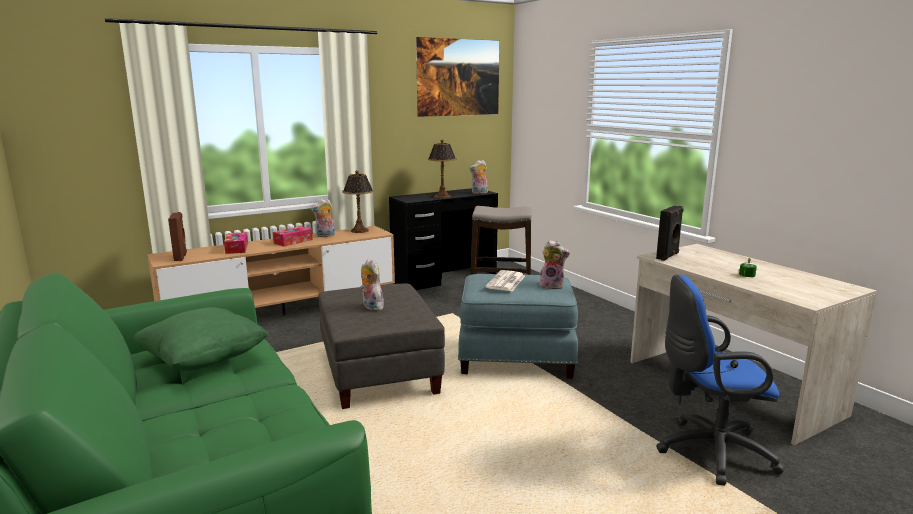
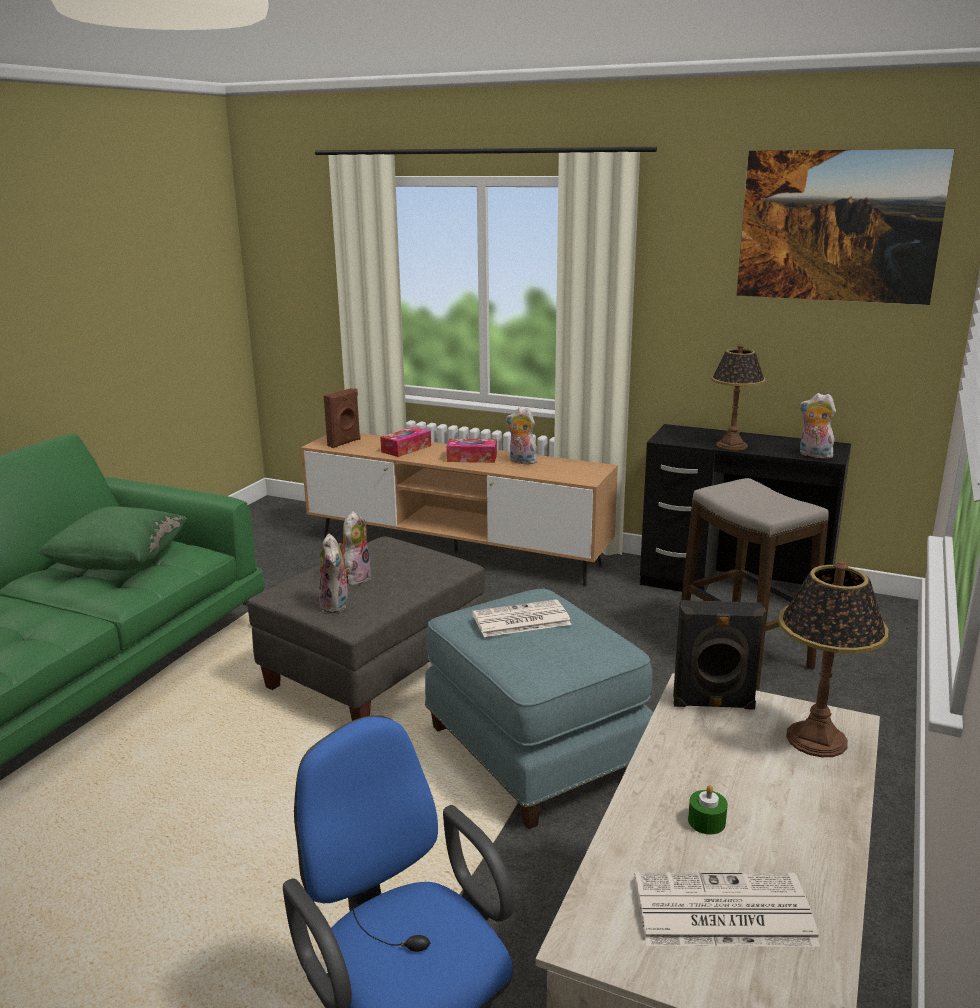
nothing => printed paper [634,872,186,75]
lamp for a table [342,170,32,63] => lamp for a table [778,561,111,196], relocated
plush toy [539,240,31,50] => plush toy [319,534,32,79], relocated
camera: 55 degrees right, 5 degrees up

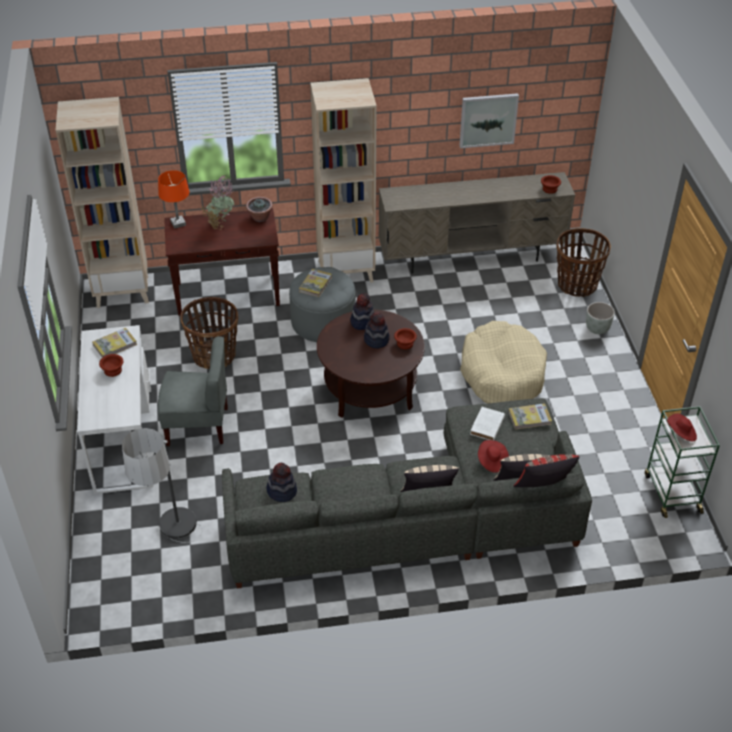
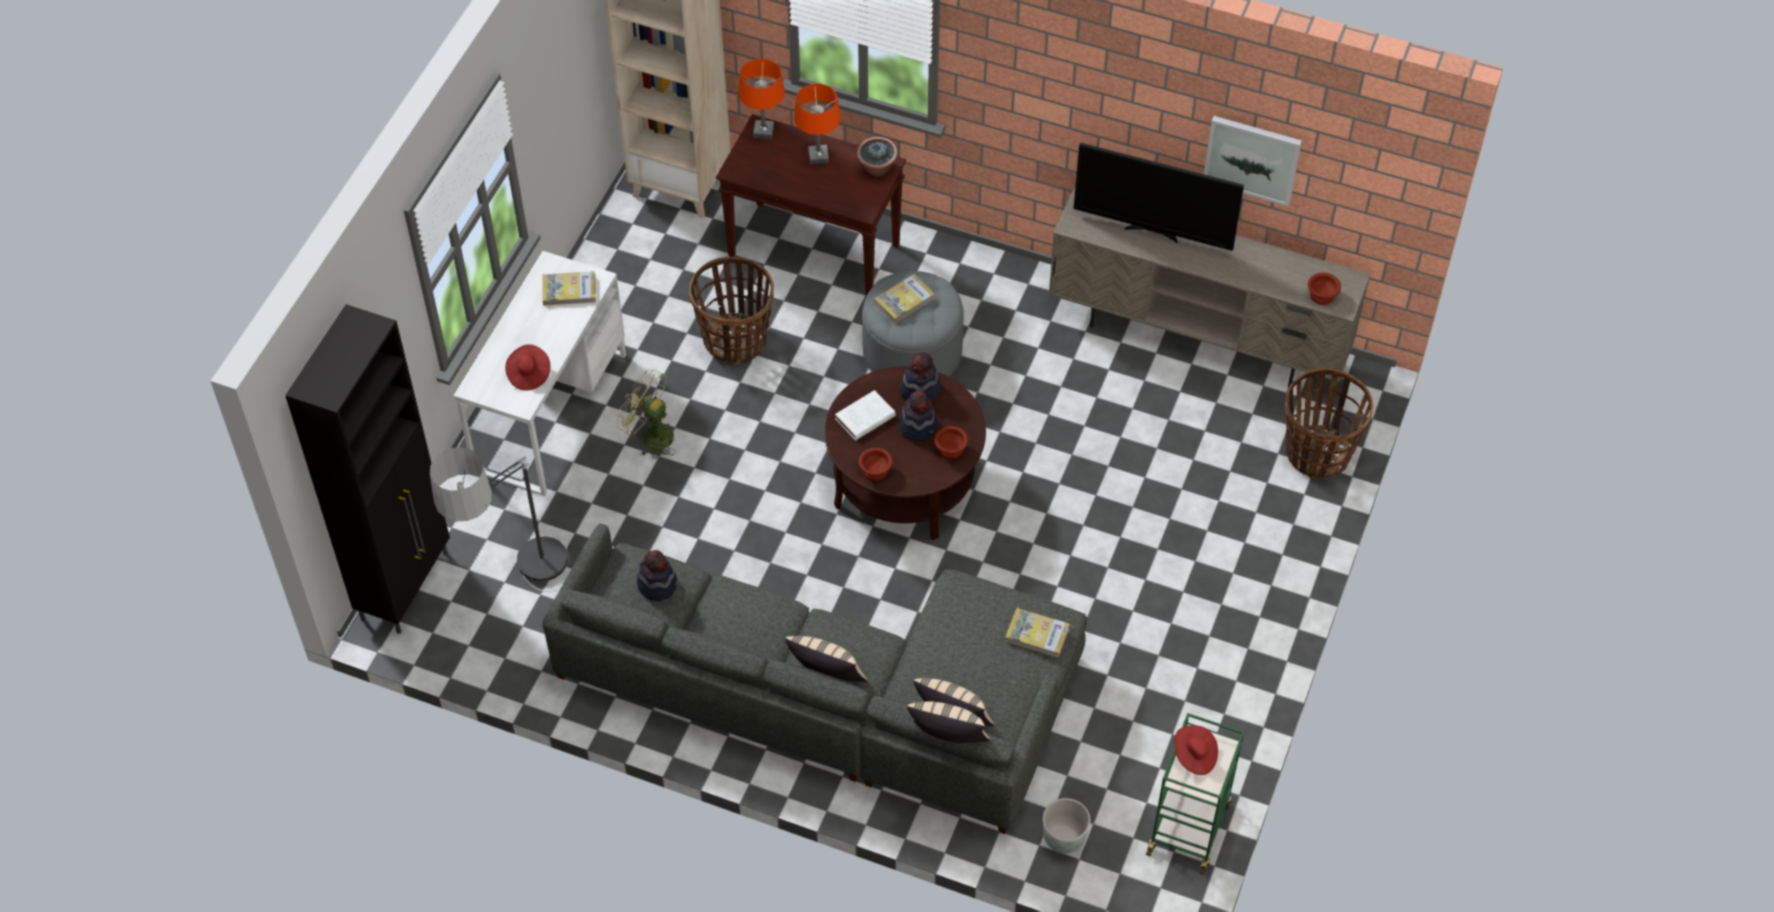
bookcase in beige-coloured [310,78,67,205] => nothing
dog cushion in beige-coloured [460,321,87,82] => nothing
nothing => storage cabinet in black-coloured [285,304,165,330]
nothing => TV [1074,143,170,108]
serving bowl in brown [99,354,24,23] => serving bowl in brown [859,448,34,33], relocated
book in white-coloured [470,407,35,33] => book in white-coloured [835,390,61,51], relocated
hat in reddish [478,440,31,33] => hat in reddish [505,344,46,47], relocated
flower pot in greyish [586,302,29,32] => flower pot in greyish [1043,798,48,56], relocated
upright chair in greyish [158,336,70,110] => cooling fan in green-coloured [617,369,59,90]
houseplant [201,175,33,55] => lamp for a table in orangey [794,84,47,80]
pillow in reddish [514,454,65,33] => pillow in beige-coloured [907,701,83,42]
camera: 30 degrees right, 10 degrees up

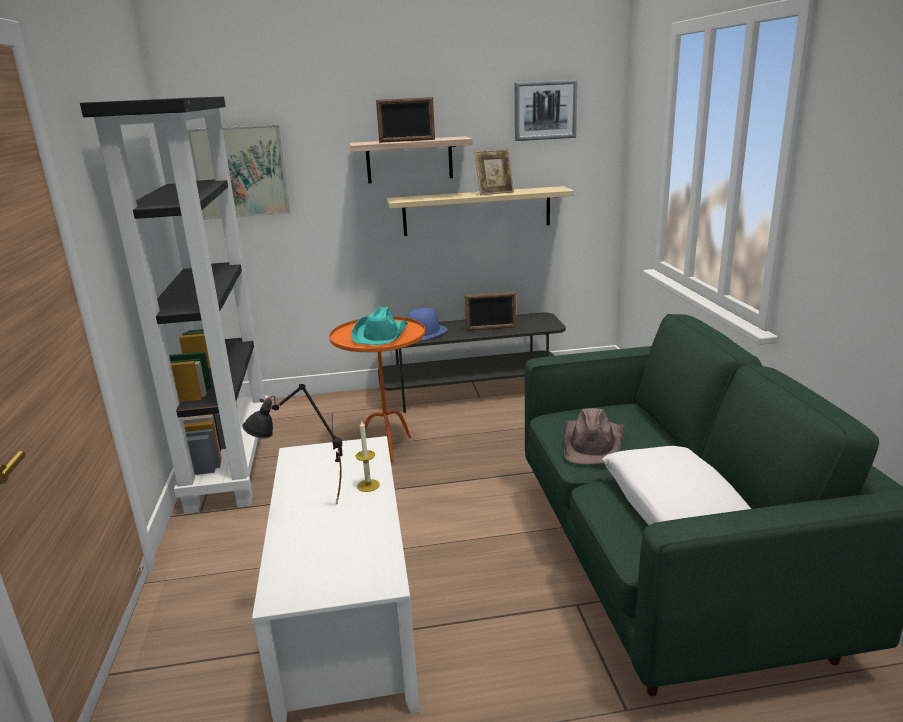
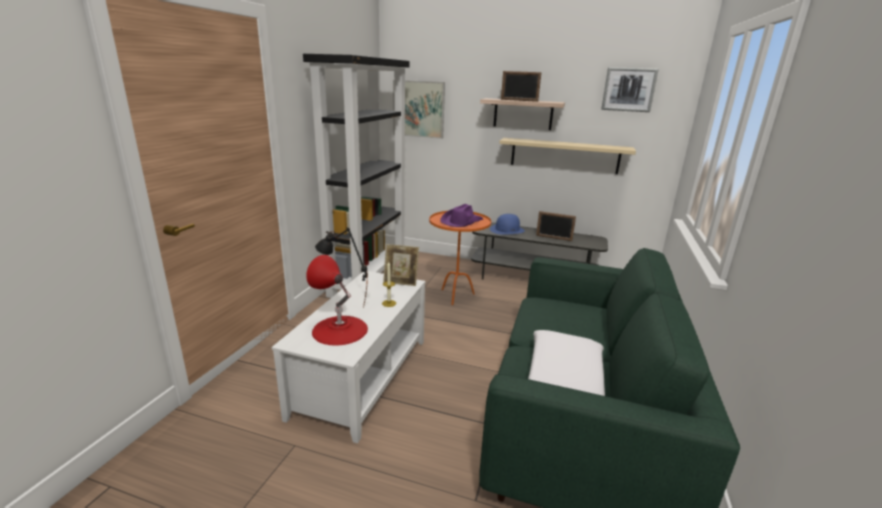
hat in brown [564,408,61,56] => nothing
nothing => lamp for a table in reddish [306,255,62,91]
standing frame [475,149,39,46] => standing frame [383,244,36,42], relocated
hat in turquoise-coloured [351,307,57,38] => hat in purplish [441,204,42,23]
camera: 25 degrees right, 0 degrees up

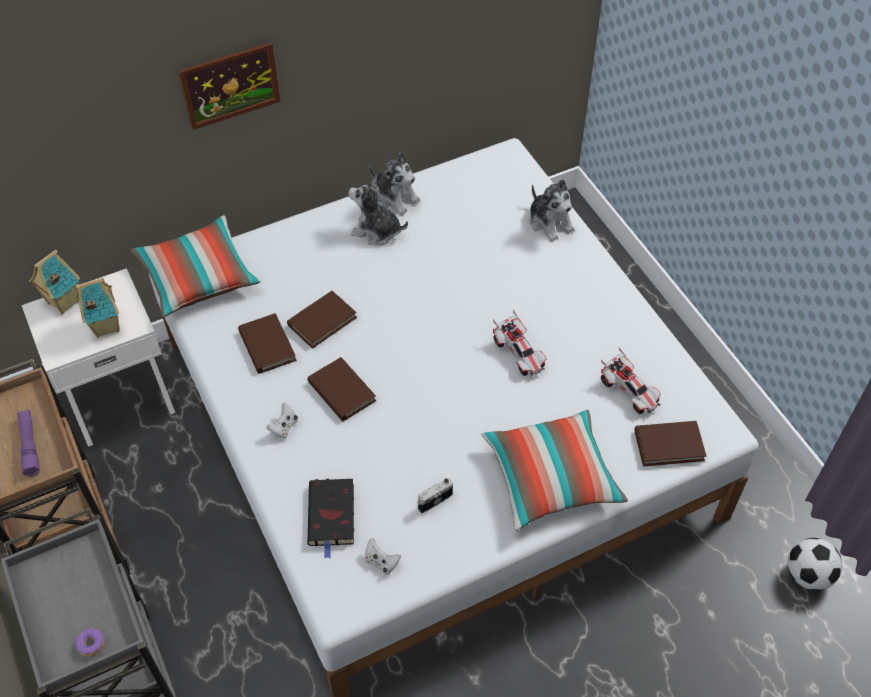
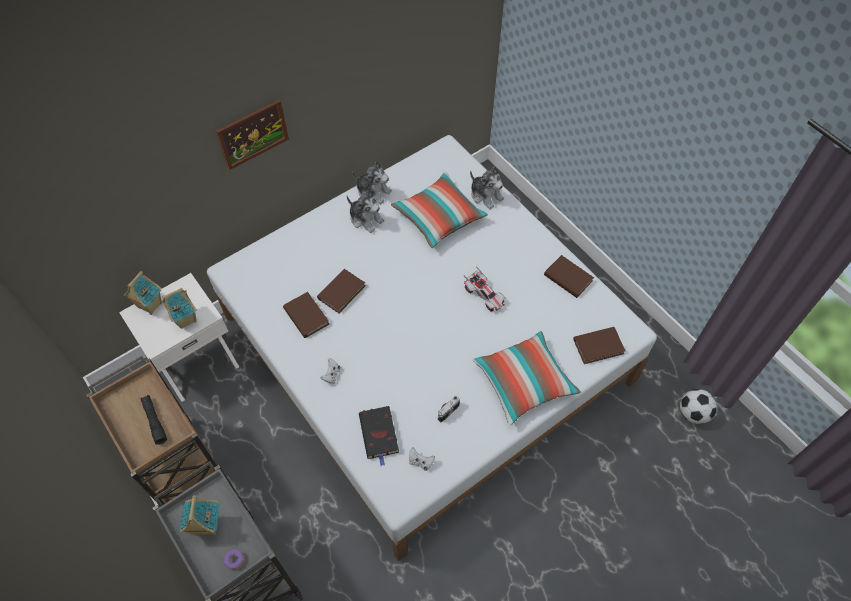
miniature car [601,347,60,67] => nothing
nothing => toy house [179,495,41,41]
pillow [130,215,131,102] => pillow [391,172,97,76], relocated
book in brown [307,357,69,64] => book in brown [544,255,50,43], relocated
flashlight in purplish [17,409,23,68] => flashlight in black-coloured [141,395,26,50]
plush toy [348,176,60,69] => plush toy [347,190,38,43], 150 degrees counterclockwise
camera: 10 degrees left, 5 degrees up

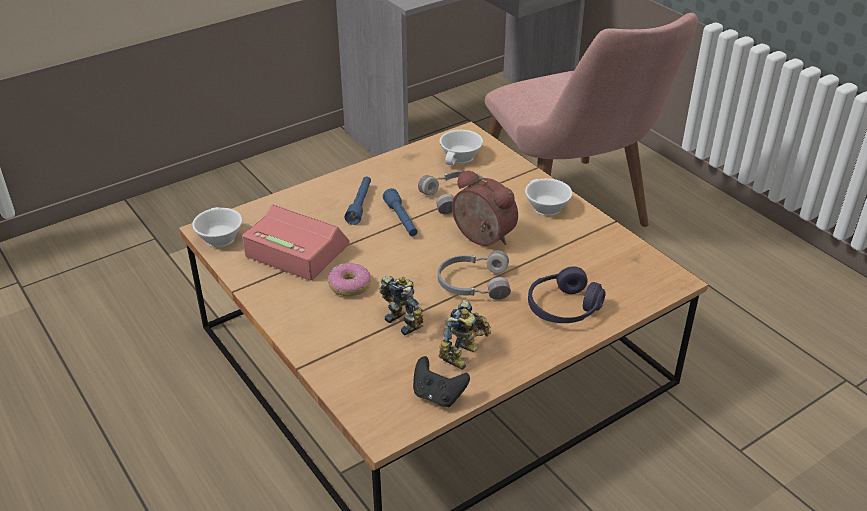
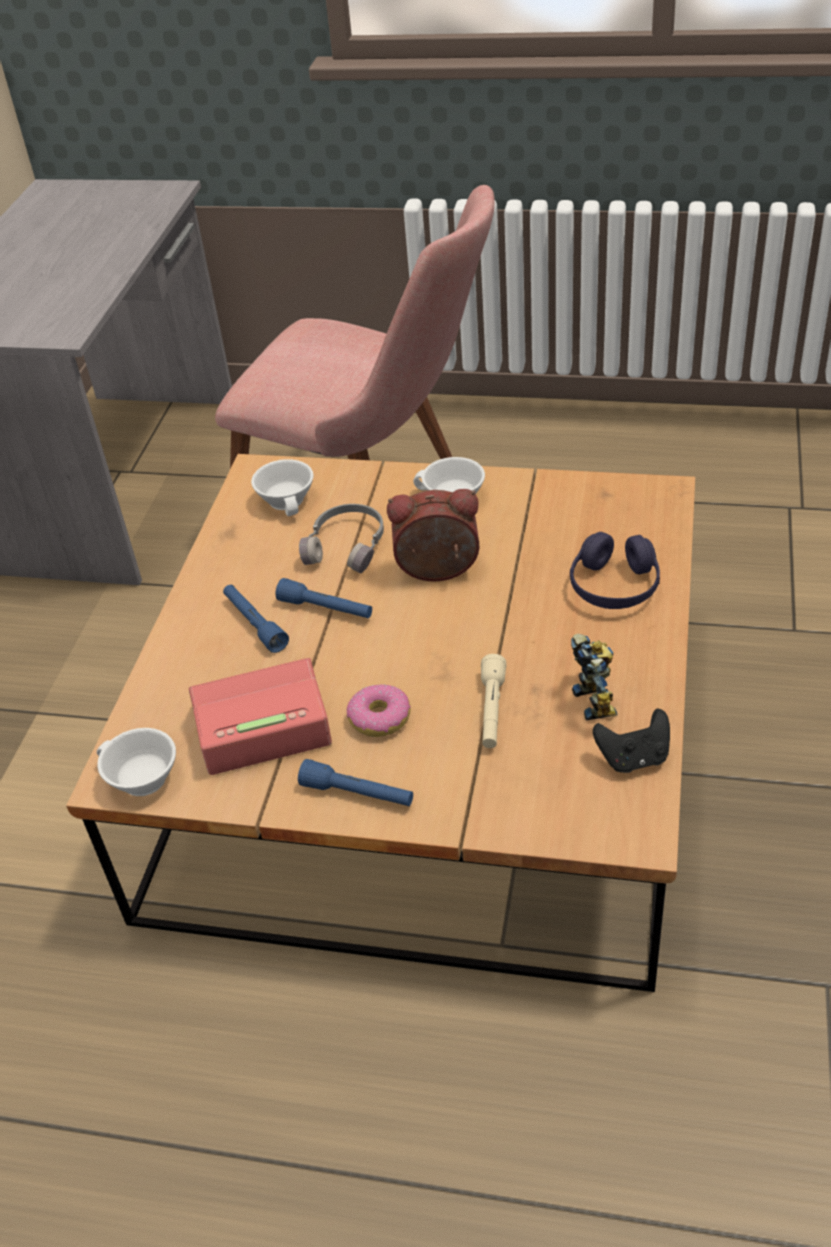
headphones in greyish [438,250,73,50] => nothing
nothing => flashlight in blue-coloured [298,759,115,47]
robot figure [379,276,44,60] => flashlight in beige-coloured [481,654,25,94]
camera: 40 degrees left, 5 degrees up

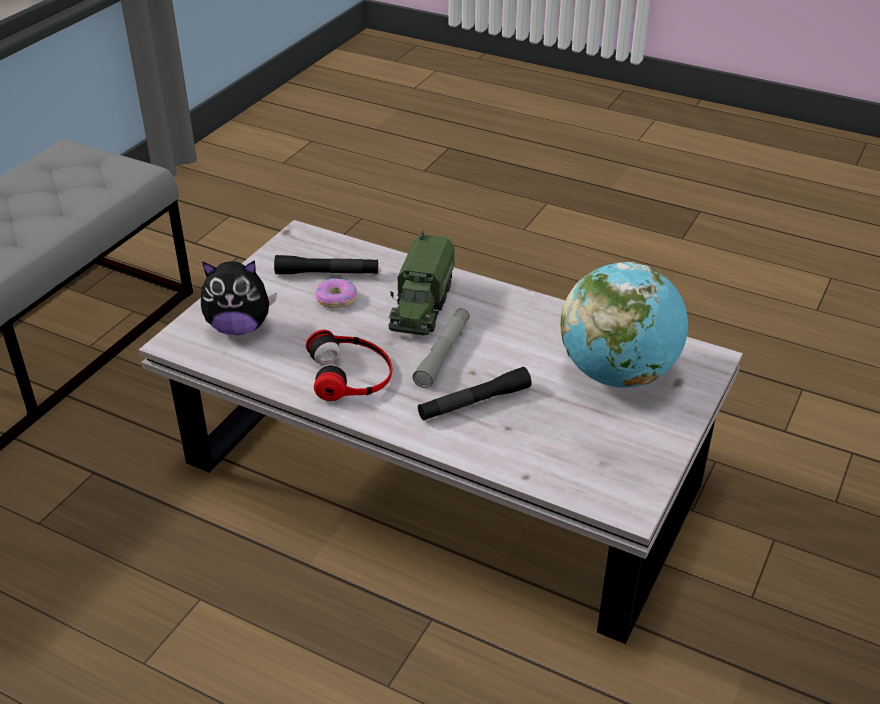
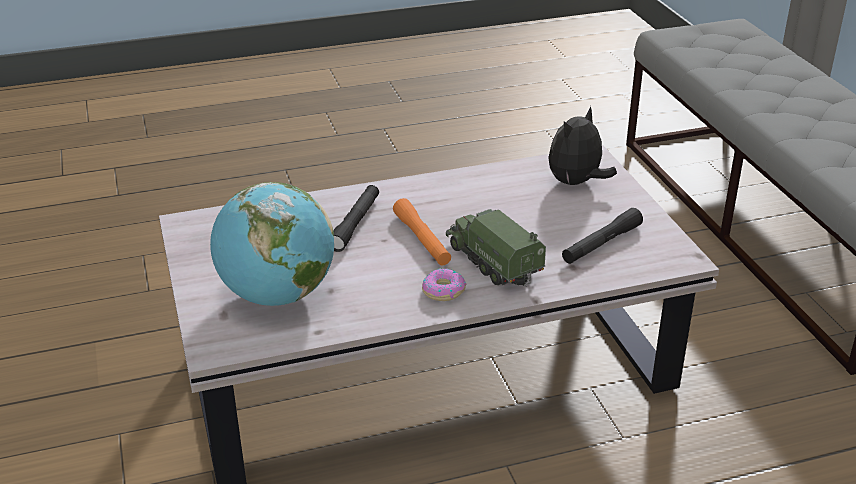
headphones [306,330,87,71] => nothing
donut [315,278,42,30] => donut [422,269,45,32], relocated
flashlight in greyish [413,308,57,80] => flashlight in orangey [393,198,58,67]
camera: 135 degrees right, 5 degrees down

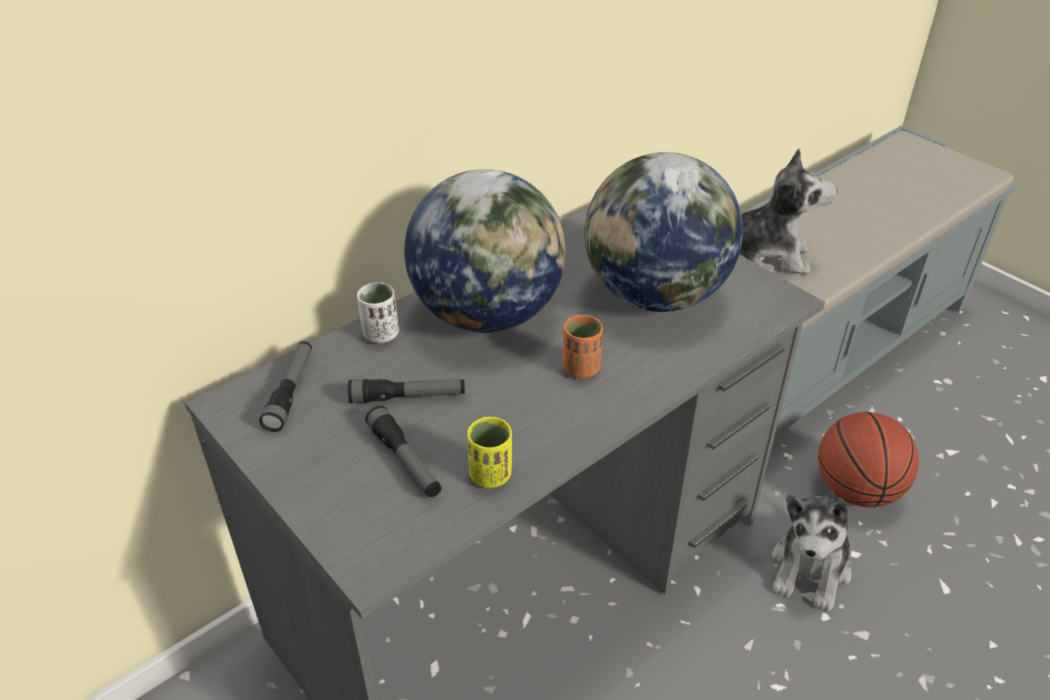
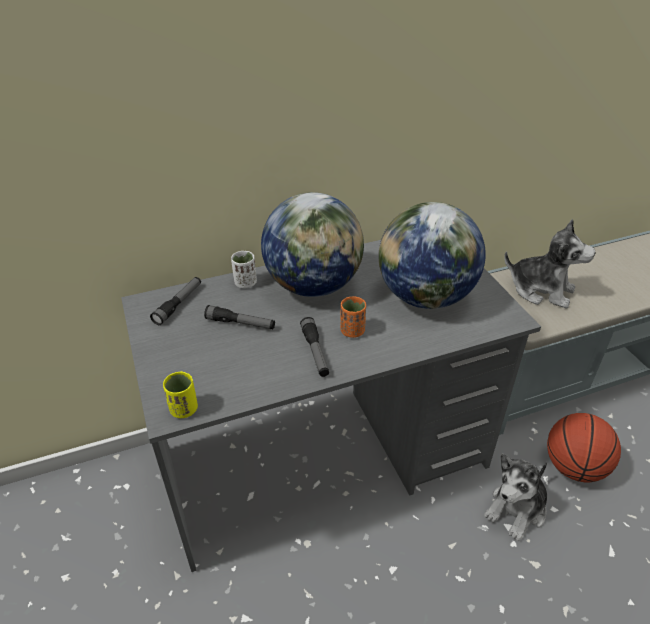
flashlight [365,406,76,91] => flashlight [300,317,29,60], relocated
cup in yellow-coloured [467,417,45,71] => cup in yellow-coloured [163,371,35,47], relocated
camera: 20 degrees right, 0 degrees up

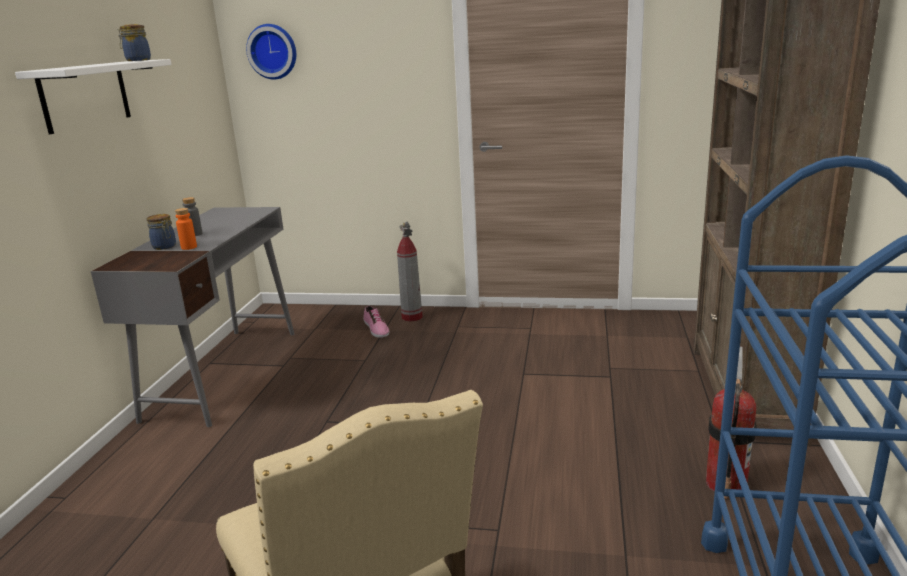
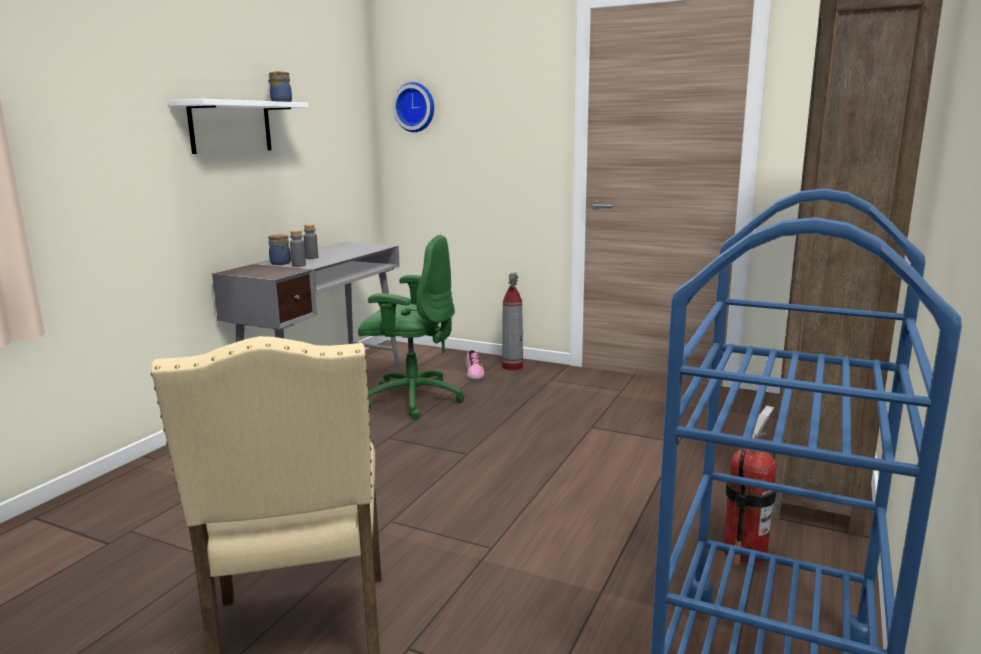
nothing => computer chair in green-coloured [358,235,106,185]
bottle in orangey [175,208,22,42] => bottle in greyish [290,230,16,37]
camera: 15 degrees right, 5 degrees down

